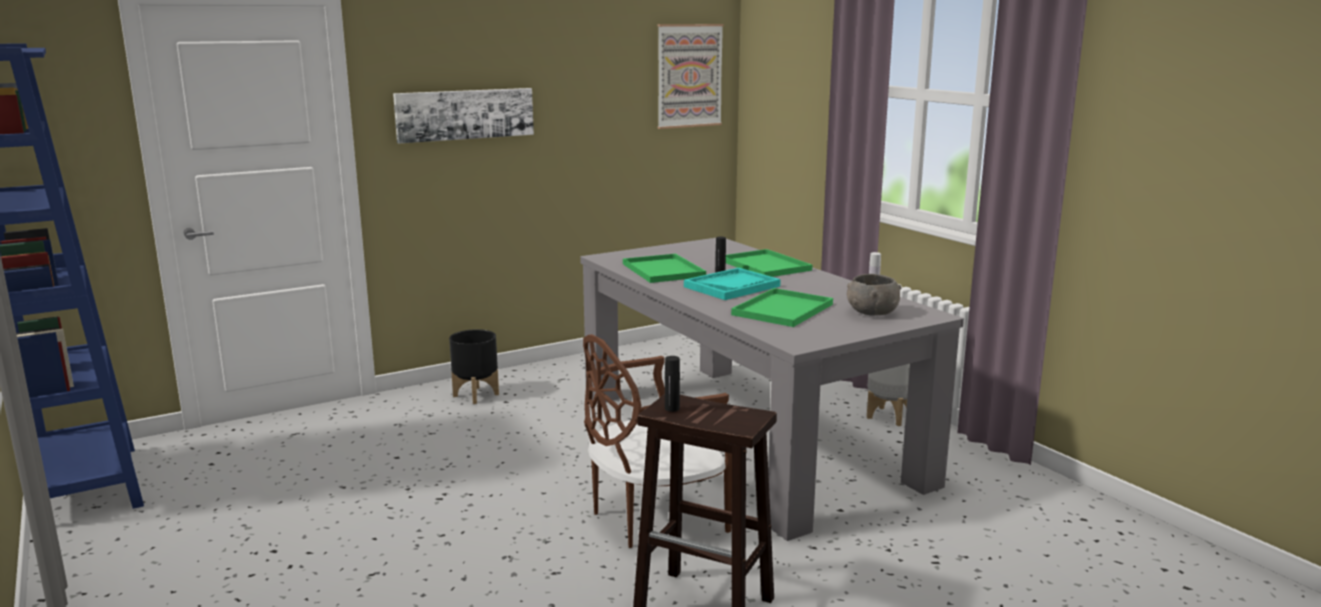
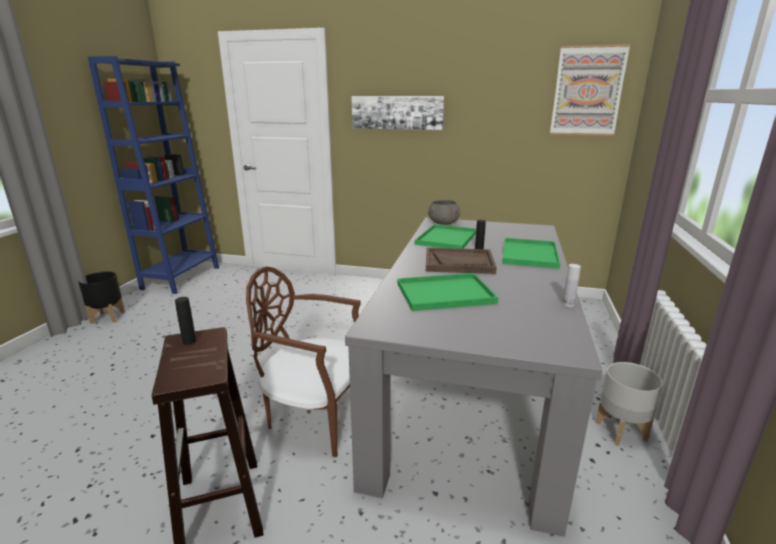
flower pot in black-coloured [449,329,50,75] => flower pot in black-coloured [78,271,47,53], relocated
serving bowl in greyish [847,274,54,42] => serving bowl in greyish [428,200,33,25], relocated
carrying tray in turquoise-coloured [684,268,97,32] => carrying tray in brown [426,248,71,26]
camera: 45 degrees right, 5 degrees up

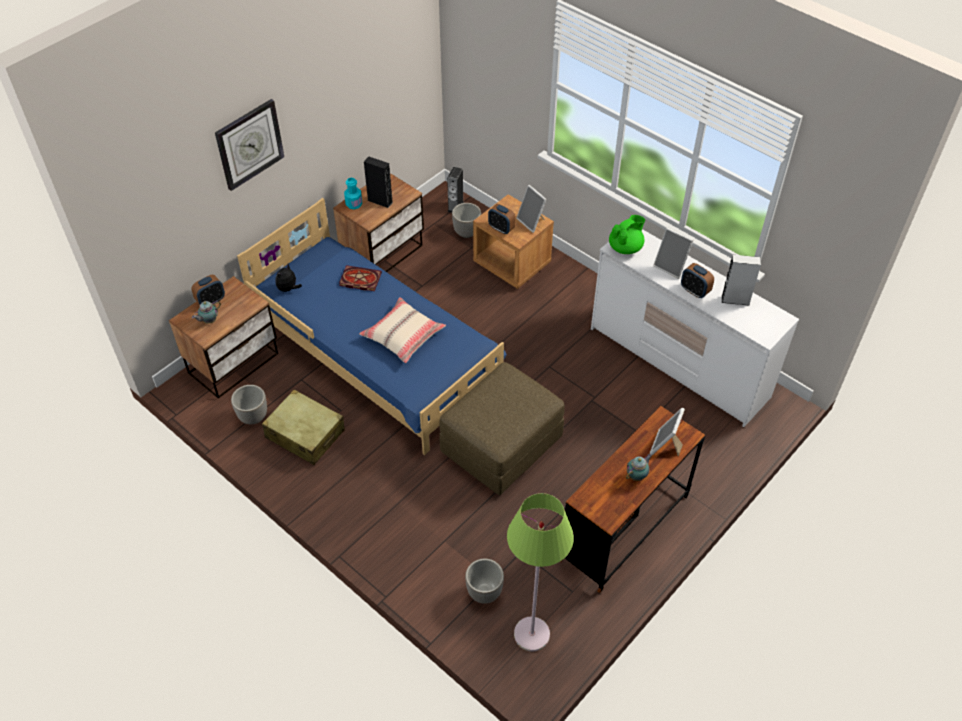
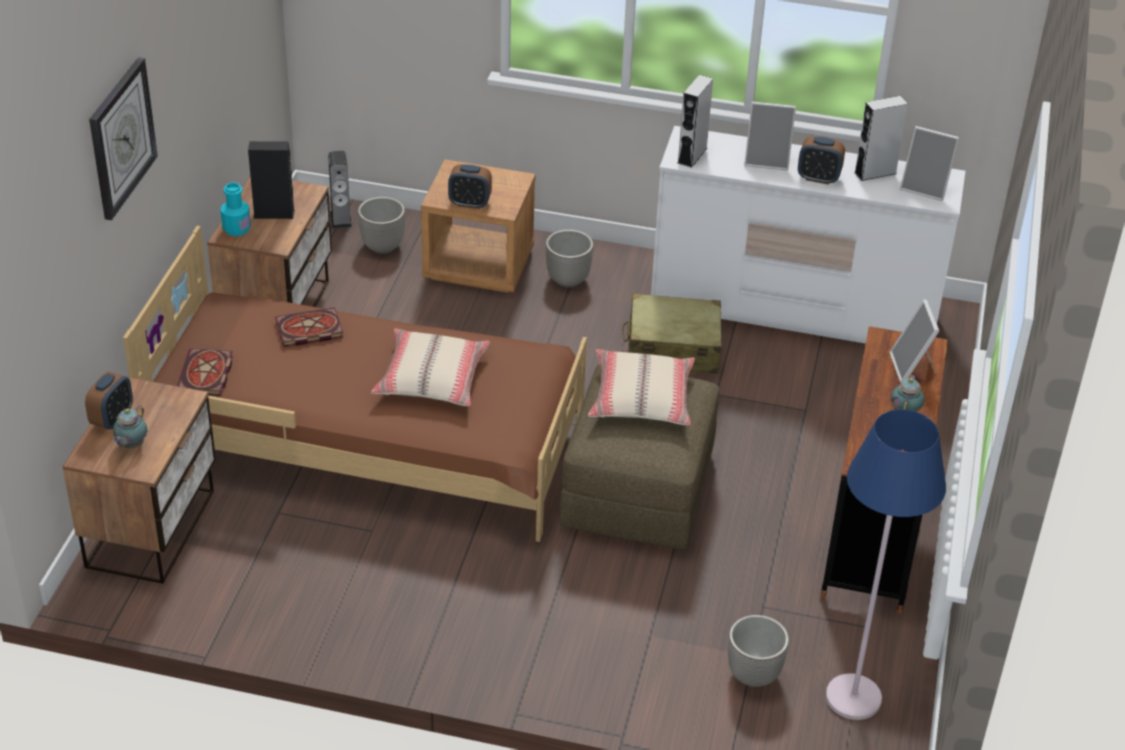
nothing => pillow in beige-coloured [588,349,107,76]
flower pot [231,385,36,39] => flower pot [545,230,49,58], relocated
suitcase in beige-coloured [262,389,83,76] => suitcase in beige-coloured [622,293,100,81], relocated
standing frame [516,185,31,48] => standing frame [900,126,59,75], relocated
plush toy [275,264,27,28] => book [177,349,56,47]
tea pot in green-coloured [609,215,36,39] => audio speaker in greyish [678,75,35,93]
sleeping bed in blue-coloured [237,198,270,257] => sleeping bed in brown [123,226,464,316]
standard lamp in green-coloured [507,493,67,159] => standard lamp in blue-coloured [826,409,120,311]
camera: 30 degrees left, 10 degrees down

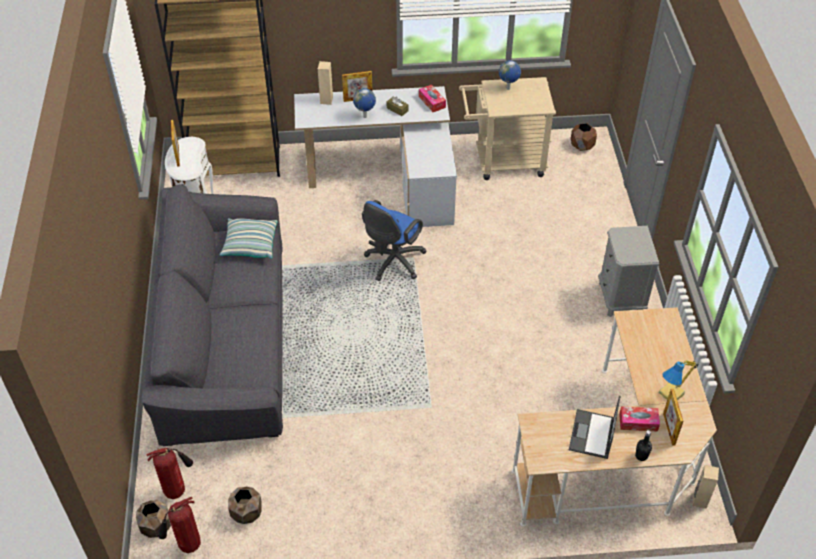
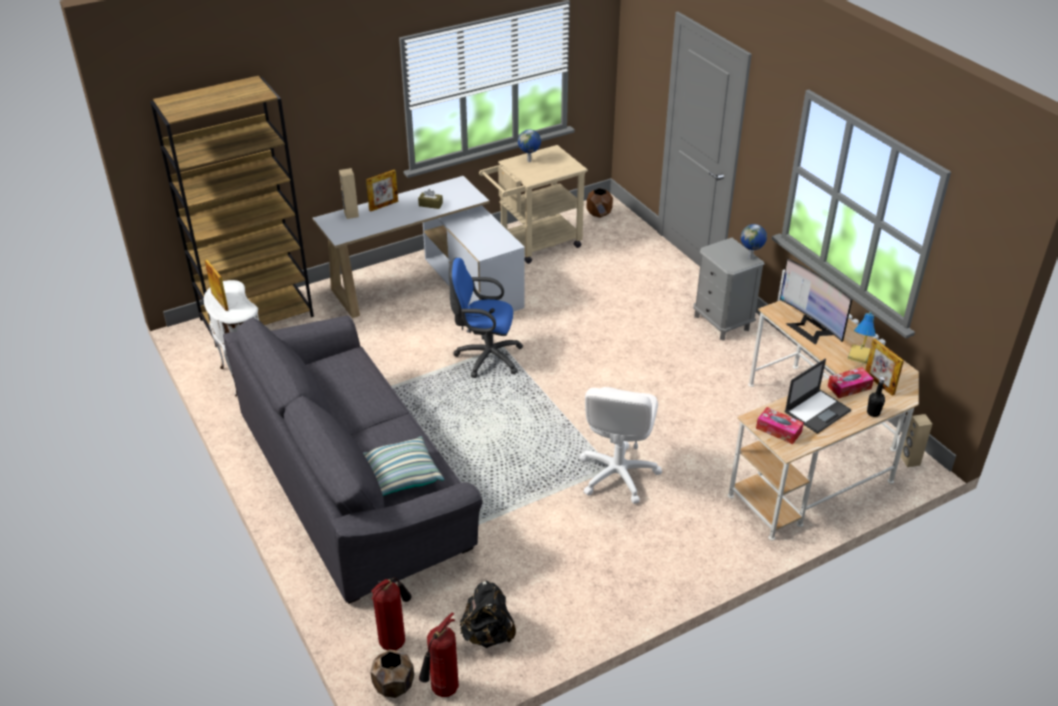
nothing => computer chair in white-coloured [579,387,83,117]
nothing => computer screen [780,259,72,86]
pillow [219,218,59,41] => pillow [363,437,81,59], relocated
world globe [353,88,23,30] => world globe [741,224,26,35], relocated
tissue box [419,85,27,27] => tissue box [756,407,48,37], relocated
flower pot in brown [228,487,34,37] => backpack in black-coloured [460,581,56,67]
computer chair in blue-coloured [362,200,65,81] => computer chair in blue-coloured [449,258,74,120], 90 degrees clockwise
laptop [569,395,51,64] => laptop [784,358,67,76], 120 degrees counterclockwise
camera: 25 degrees left, 10 degrees down

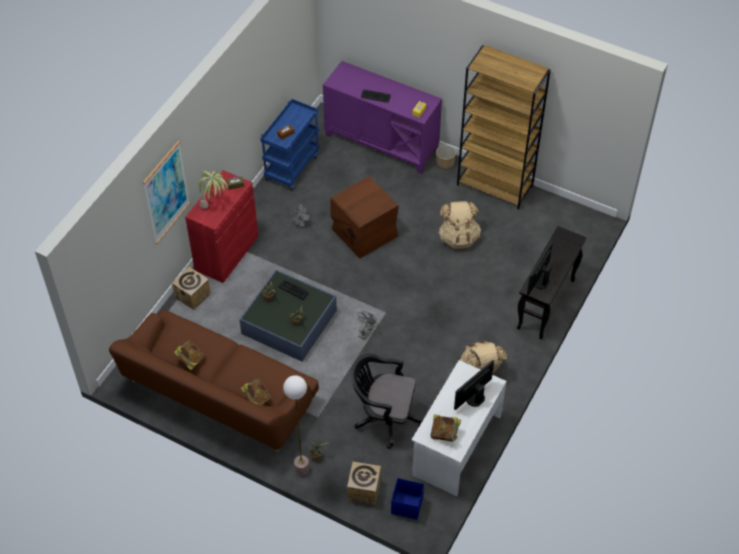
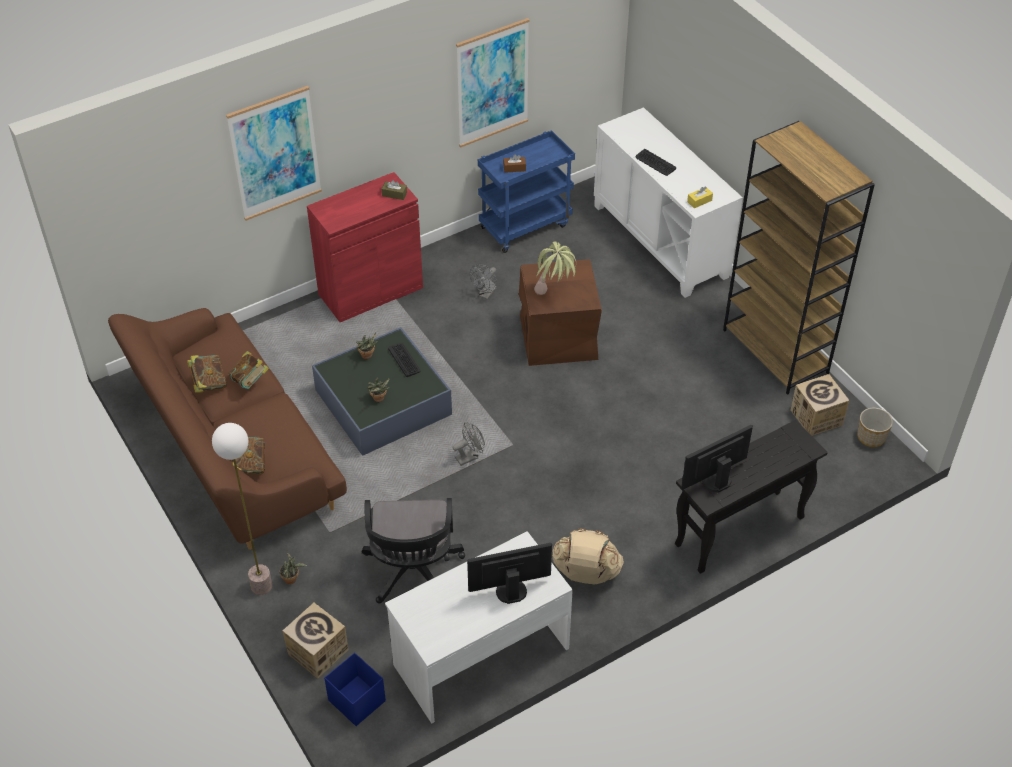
backpack in beige-coloured [438,201,43,48] => nothing
nothing => picture [456,18,74,129]
cardboard box [172,267,39,43] => cardboard box [791,374,59,62], relocated
houseplant [198,171,30,38] => houseplant [534,241,42,54], relocated
book [430,414,31,28] => book [228,351,41,38], relocated
flower pot [436,145,20,24] => flower pot [857,408,36,39], relocated
storage cabinet in purplish [323,61,119,113] => storage cabinet in white-coloured [594,107,149,191]
computer chair in black-coloured [351,354,72,95] => computer chair in black-coloured [362,498,103,105], 135 degrees counterclockwise
camera: 30 degrees right, 5 degrees down

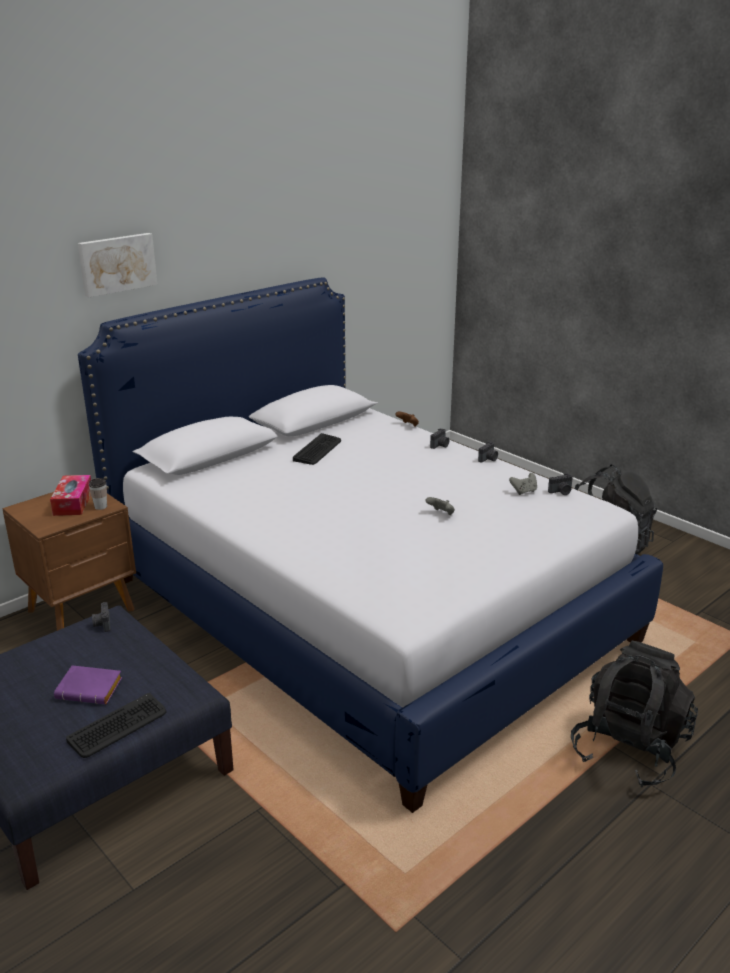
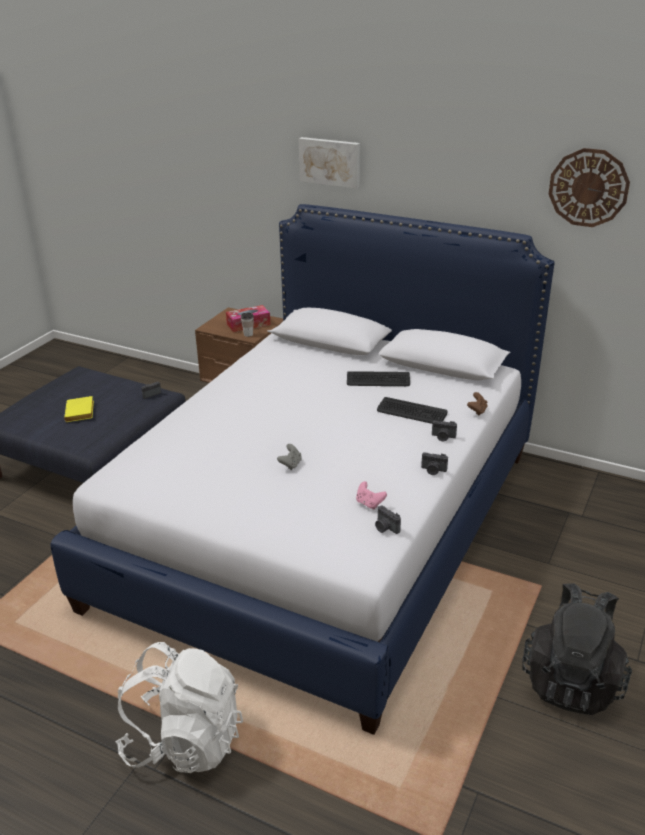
nothing => hanging clock [549,148,81,79]
PC keyboard [66,693,100,65] => PC keyboard [377,397,70,27], relocated
book in purplish [54,665,68,39] => book in yellow-coloured [64,396,30,26]
gamepad in greyish [509,473,28,22] => gamepad in pink-coloured [356,481,31,29]
backpack in black-coloured [571,640,127,148] => backpack in white-coloured [116,642,127,131]
camera: 70 degrees right, 5 degrees up

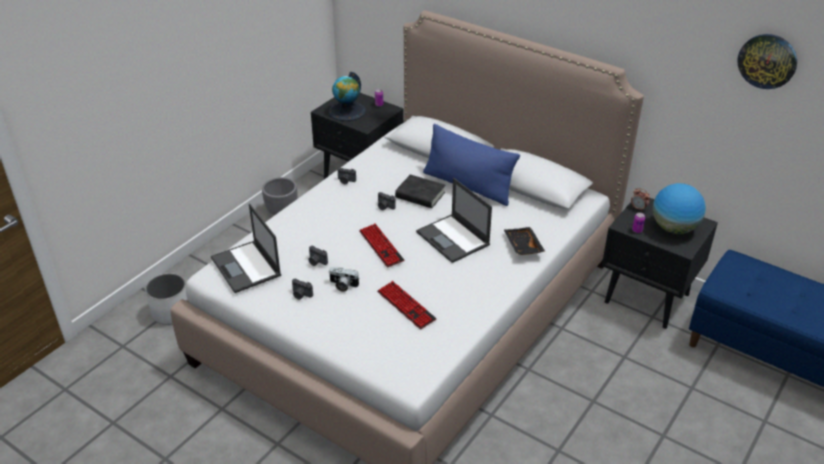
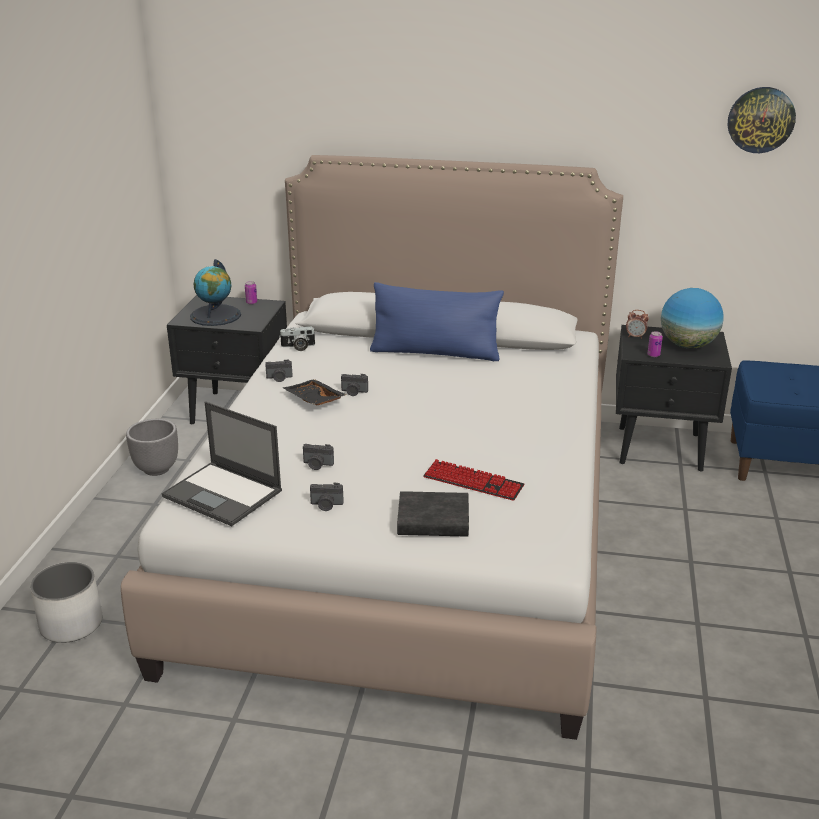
PC keyboard [359,223,45,45] => nothing
laptop [416,178,76,85] => nothing
photo camera [329,267,30,25] => photo camera [279,326,37,25], relocated
book in black-coloured [395,174,50,34] => book in black-coloured [397,491,72,46], relocated
carrying tray in black-coloured [504,227,42,28] => carrying tray in black-coloured [283,379,64,27], relocated
camera: 25 degrees left, 10 degrees down

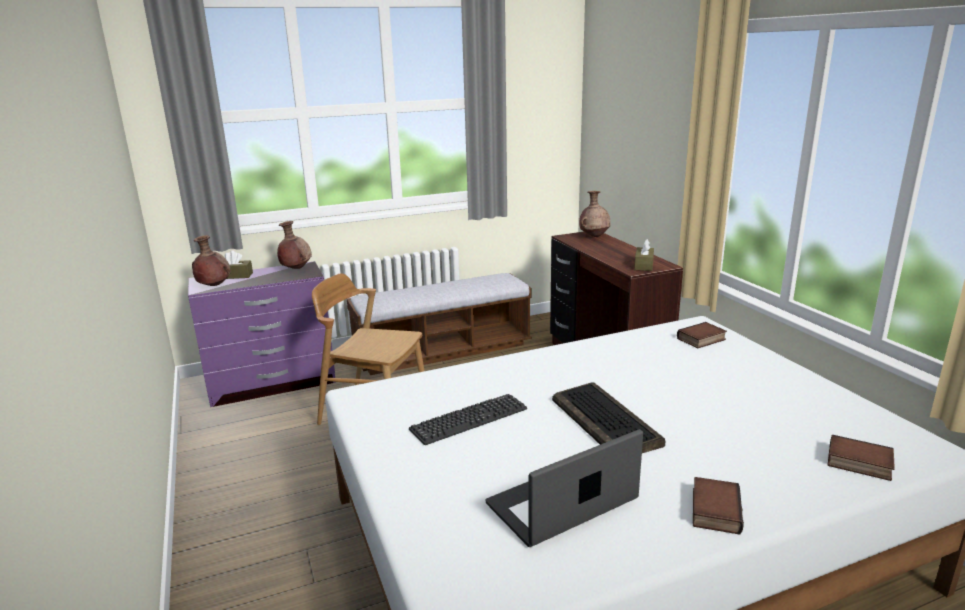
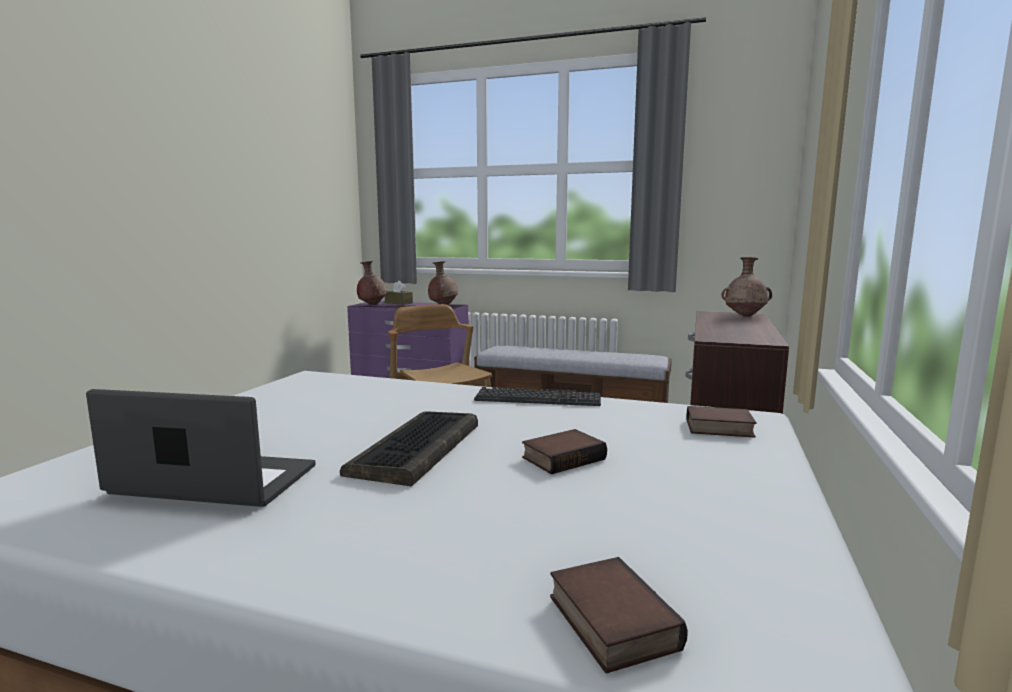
tissue box in brown [634,239,20,32] => nothing
PC keyboard [409,394,118,51] => PC keyboard [474,387,127,19], relocated
book [693,477,51,58] => book [522,429,85,45], relocated
camera: 40 degrees right, 10 degrees down

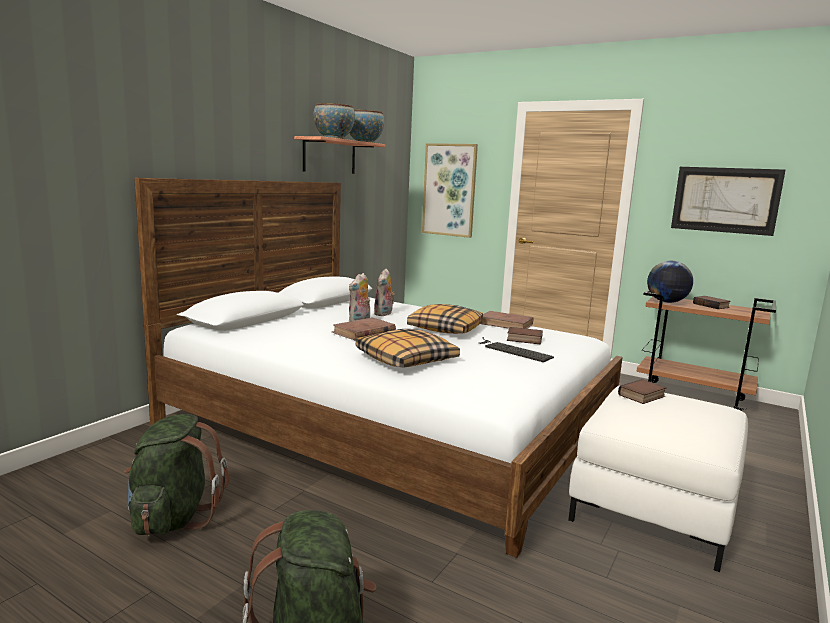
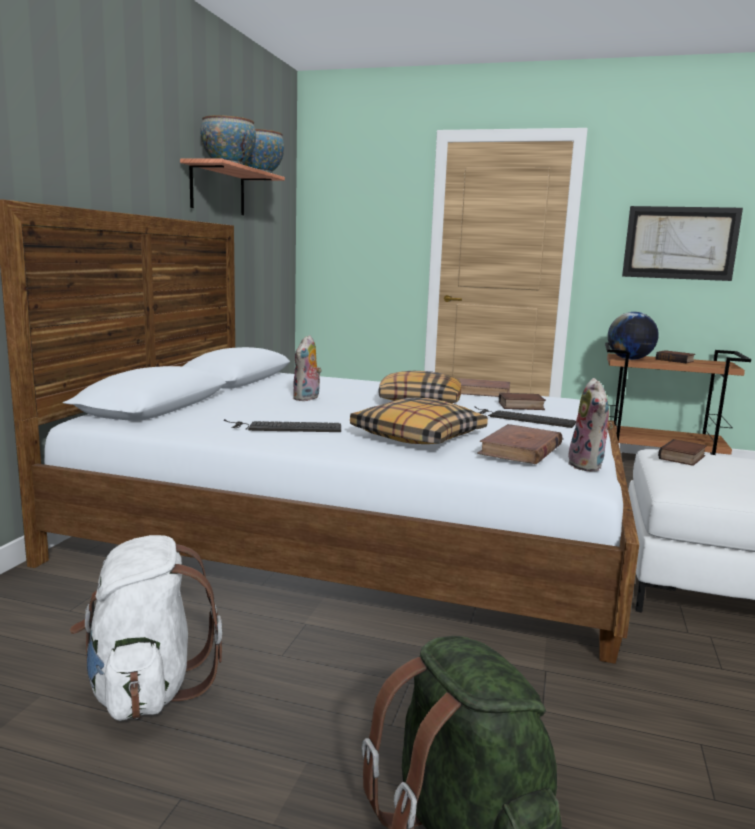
picture [422,143,56,95] => nothing
nothing => PC keyboard [224,419,117,13]
book in brown [332,317,64,23] => book in brown [477,424,86,40], relocated
plush toy [374,268,21,48] => plush toy [568,378,45,94], relocated
backpack in green-coloured [124,414,105,122] => backpack in white-coloured [70,535,152,186]
camera: 15 degrees left, 0 degrees up

